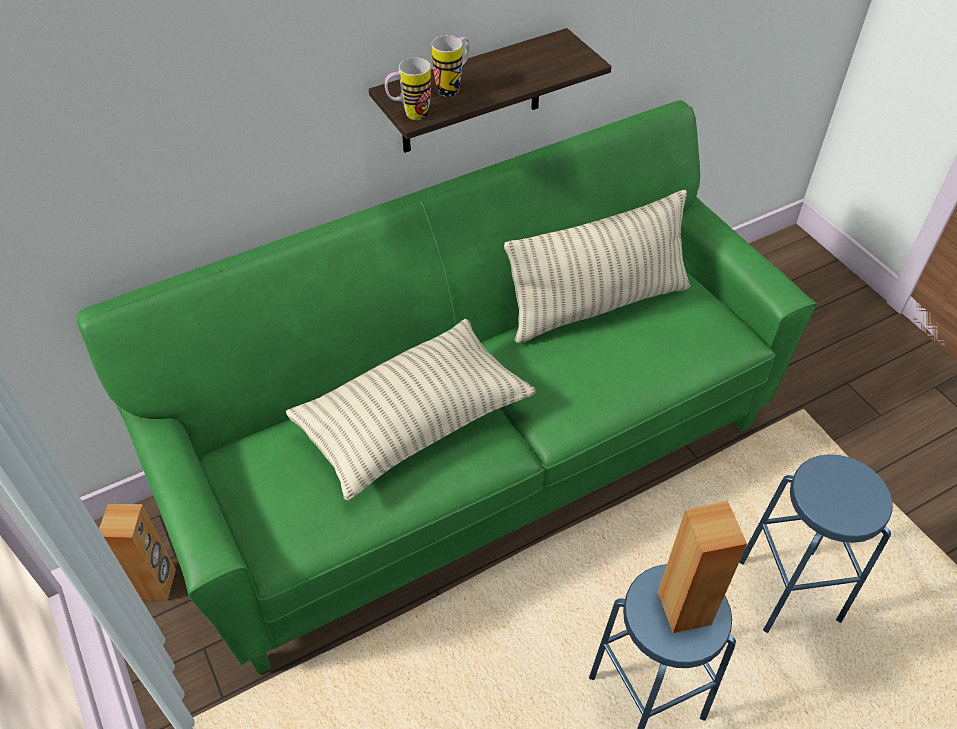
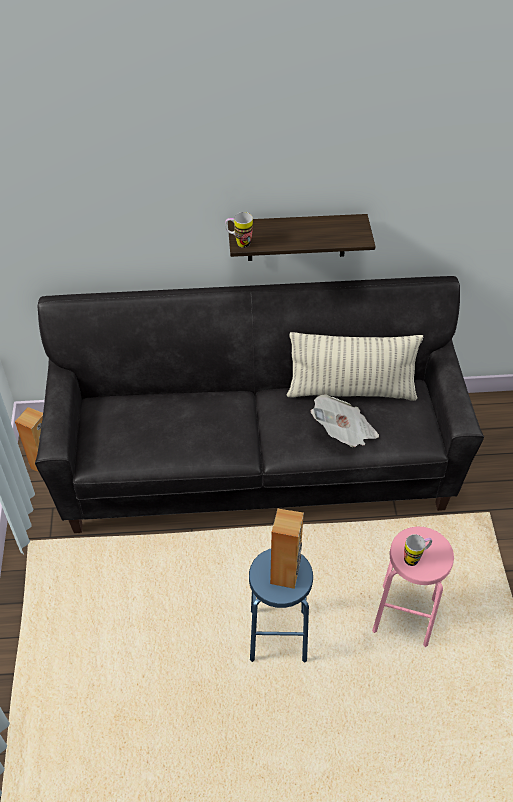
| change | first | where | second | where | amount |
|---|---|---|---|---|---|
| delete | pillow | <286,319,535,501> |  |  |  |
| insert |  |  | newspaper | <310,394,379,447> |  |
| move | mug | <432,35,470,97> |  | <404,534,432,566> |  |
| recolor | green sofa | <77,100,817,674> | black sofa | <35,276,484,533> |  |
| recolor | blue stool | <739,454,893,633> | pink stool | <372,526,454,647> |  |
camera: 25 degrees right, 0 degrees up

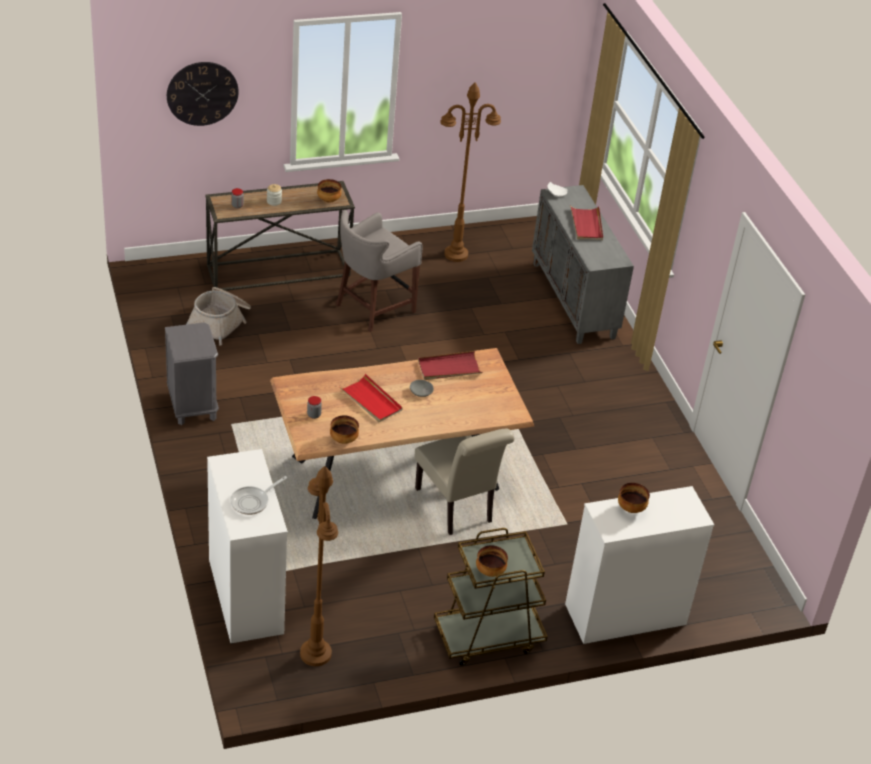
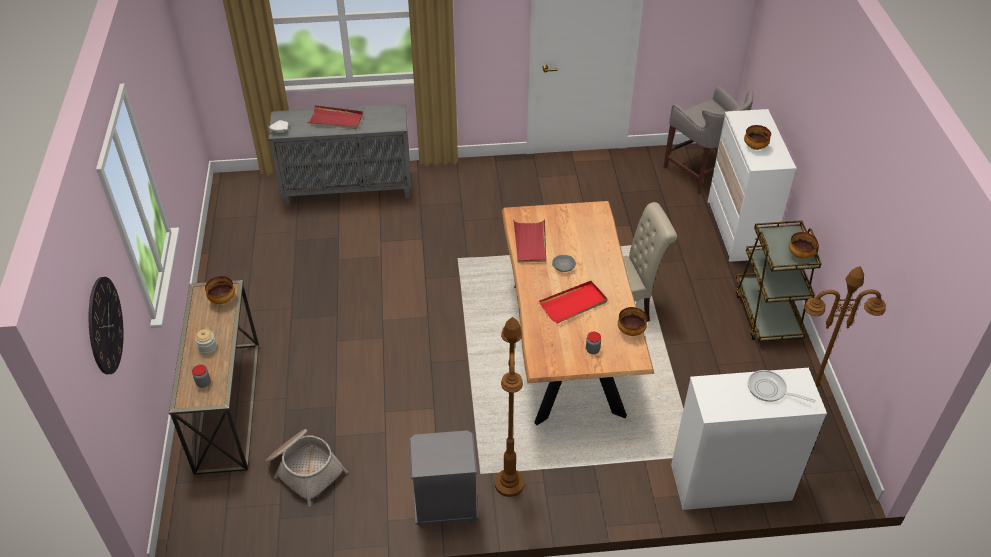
| change | first | where | second | where | amount |
|---|---|---|---|---|---|
| move | grey stool | <336,210,422,332> |  | <663,86,753,195> |  |
| move | brown floor lamp | <440,82,501,262> |  | <495,317,525,497> |  |
| rotate | frying pan | <230,476,287,515> |  | <748,370,816,403> | 150 degrees clockwise |
camera: 75 degrees left, 5 degrees up

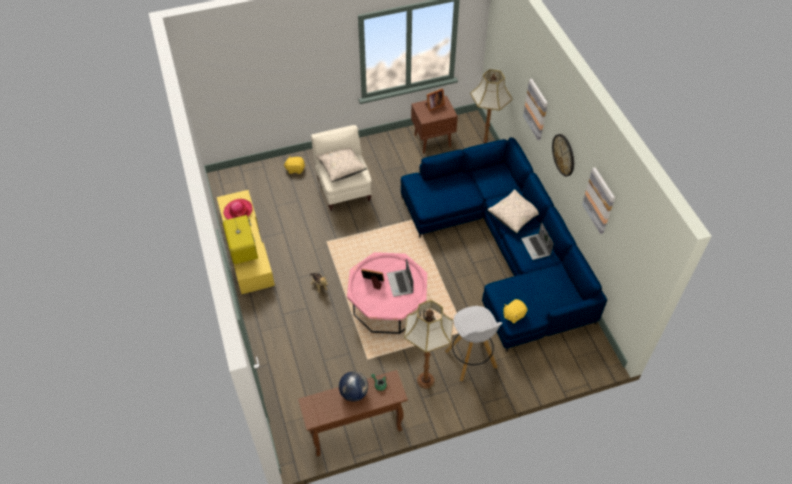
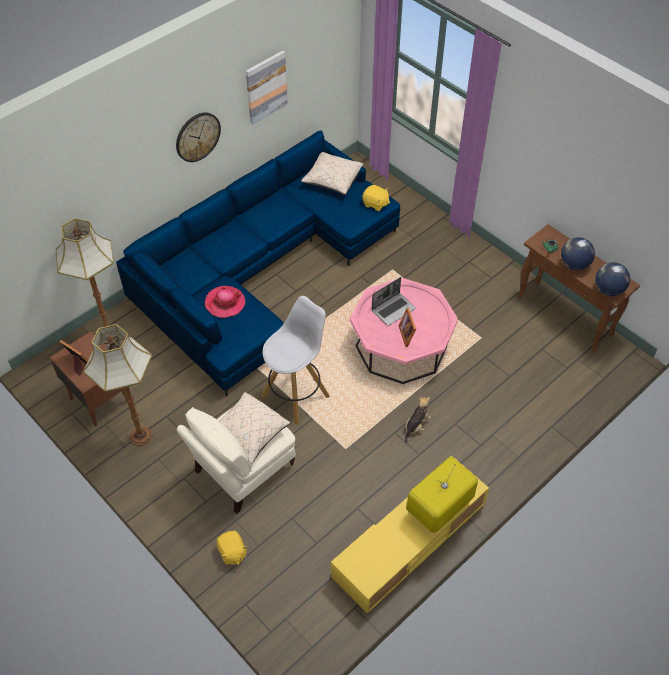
| change | first | where | second | where | amount |
|---|---|---|---|---|---|
| delete | laptop | <521,222,554,260> |  |  |  |
| delete | picture | <523,79,548,140> |  |  |  |
| insert |  |  | globe | <595,262,630,296> |  |
| move | hat | <223,199,252,219> |  | <205,286,246,318> |  |
| move | floor lamp | <404,300,454,388> |  | <83,324,152,446> |  |
| move | white stool | <445,306,502,381> |  | <261,296,330,425> |  |
| move | beige pillow | <488,189,539,233> |  | <301,152,364,195> |  |
camera: 115 degrees left, 0 degrees up

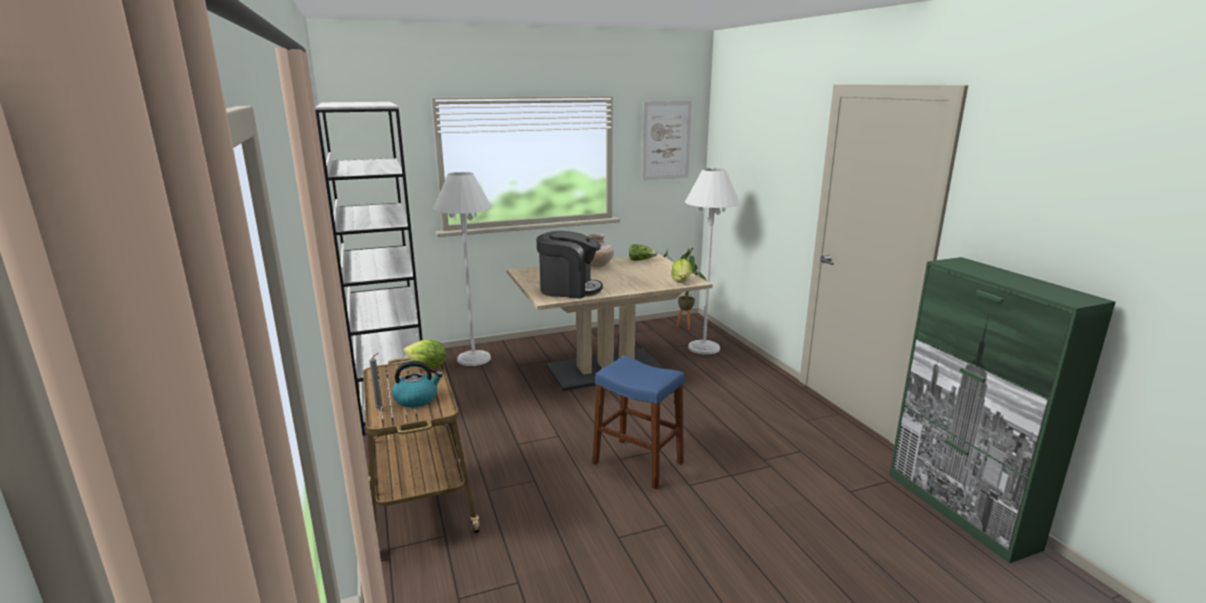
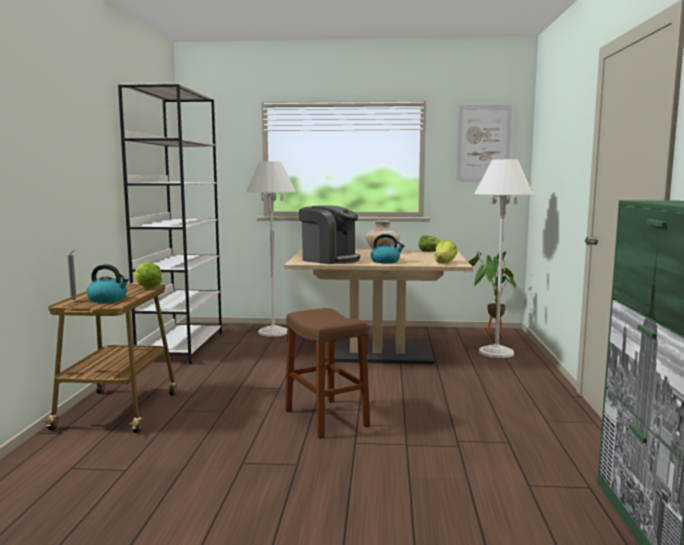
| change | first | where | second | where | amount |
|---|---|---|---|---|---|
| insert |  |  | kettle | <371,234,405,263> |  |
| recolor | blue stool | <593,356,685,489> | brown stool | <285,308,370,439> |  |
camera: 25 degrees right, 10 degrees down

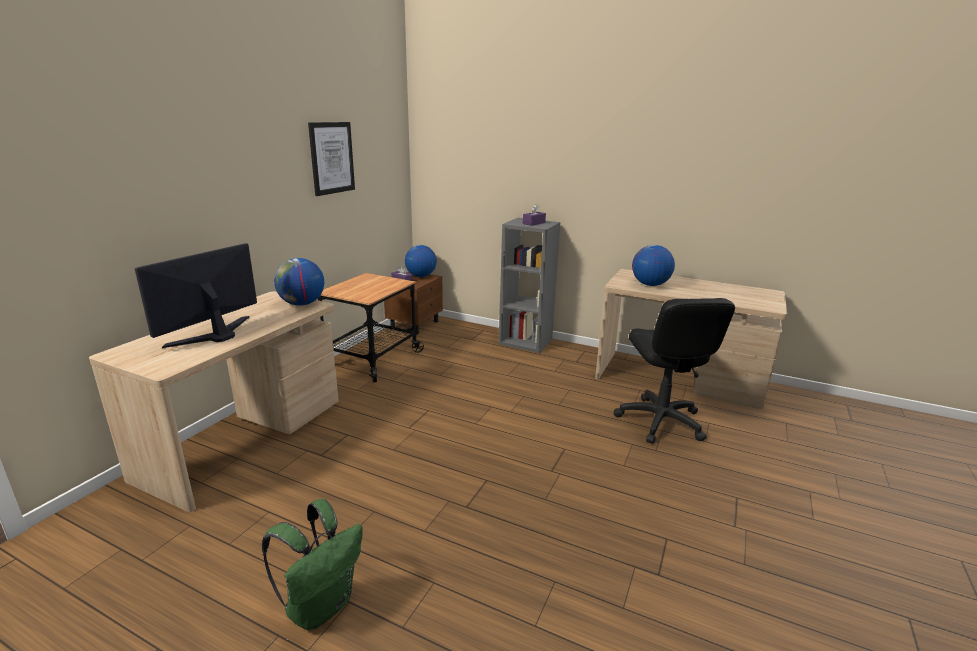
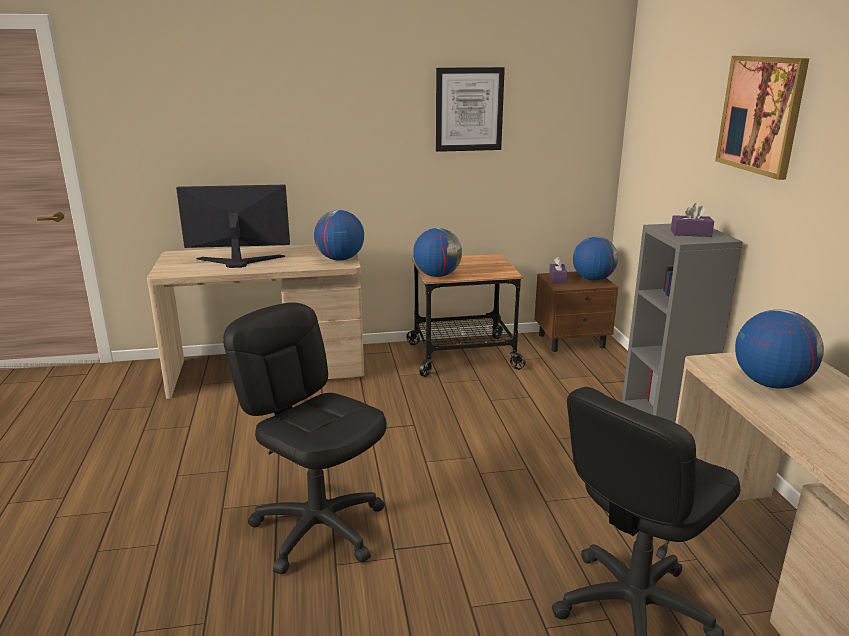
| change | first | where | second | where | amount |
|---|---|---|---|---|---|
| delete | green backpack | <262,499,363,630> |  |  |  |
| insert |  |  | black office chair | <223,303,387,575> |  |
| insert |  |  | globe | <413,228,462,277> |  |
| insert |  |  | picture | <715,56,809,180> |  |
camera: 55 degrees right, 0 degrees up

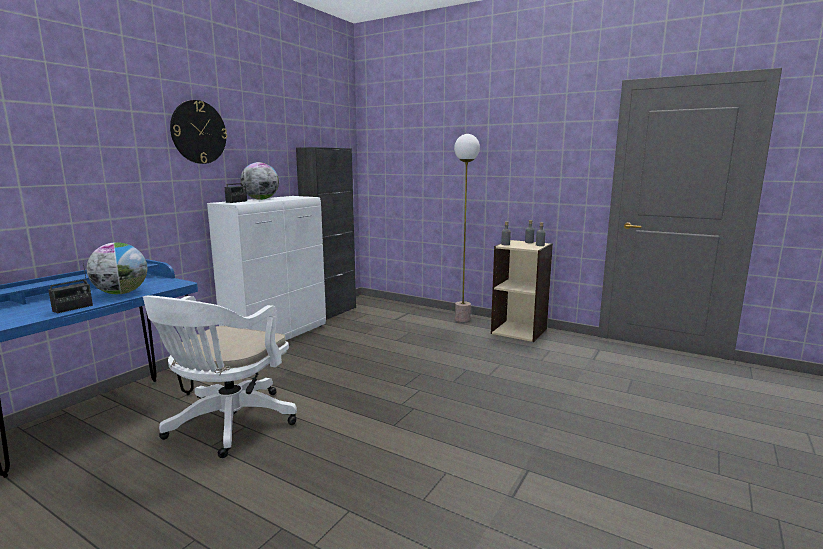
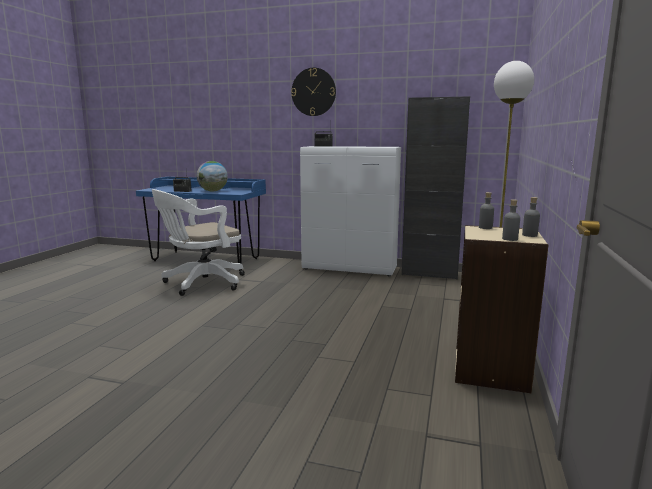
| change | first | where | second | where | amount |
|---|---|---|---|---|---|
| delete | globe | <240,162,279,200> |  |  |  |
| rotate | white office chair | <143,295,297,458> |  | <152,189,245,296> | 45 degrees counterclockwise |
camera: 75 degrees right, 0 degrees up

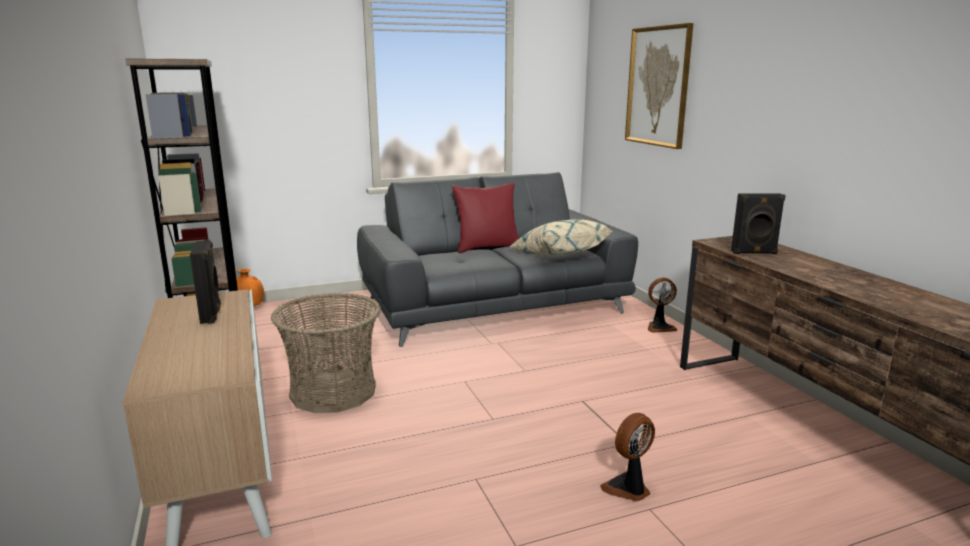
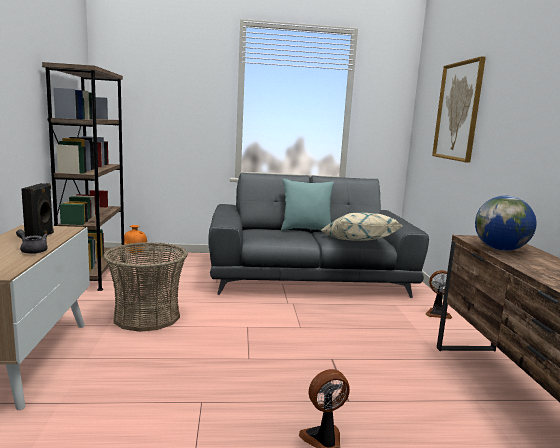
| change | first | where | second | where | amount |
|---|---|---|---|---|---|
| insert |  |  | grey teapot | <16,229,48,254> |  |
| replace | black speaker | <731,194,786,254> | globe | <475,196,536,251> |  |
| recolor | red pillow | <452,183,519,253> | turquoise pillow | <281,179,334,231> |  |
camera: 15 degrees right, 5 degrees down

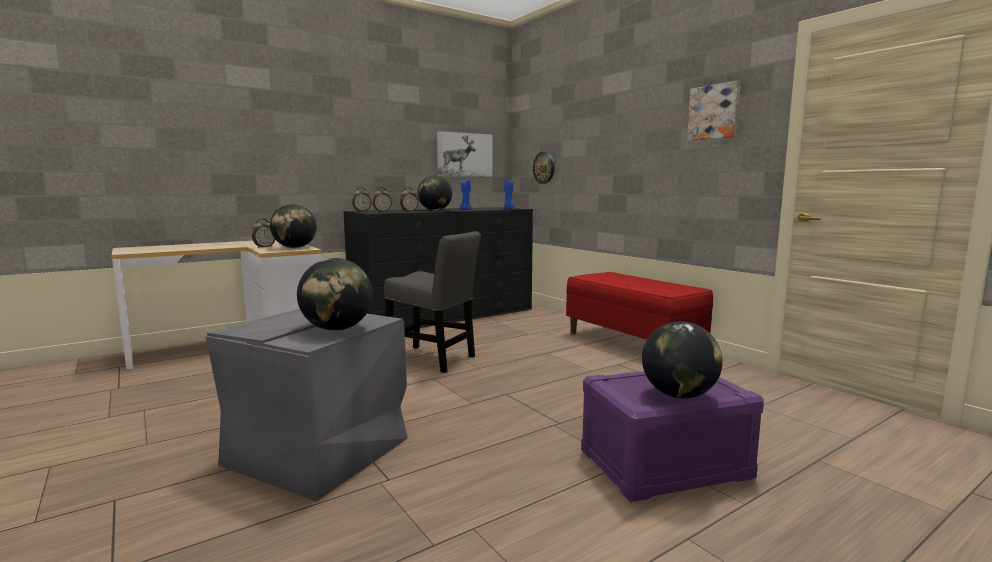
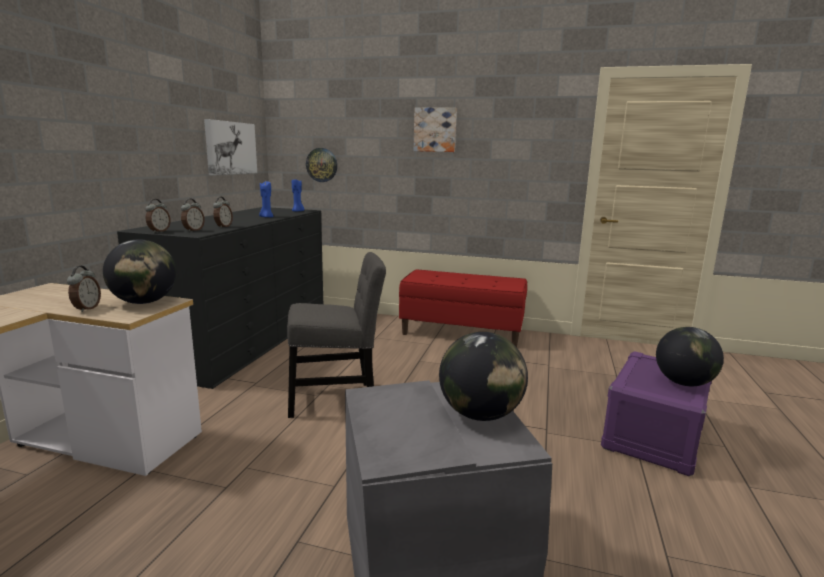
| change | first | where | second | where | amount |
|---|---|---|---|---|---|
| delete | globe | <417,176,452,211> |  |  |  |
| move | picture | <687,81,741,141> |  | <414,107,457,152> |  |
camera: 40 degrees left, 5 degrees up

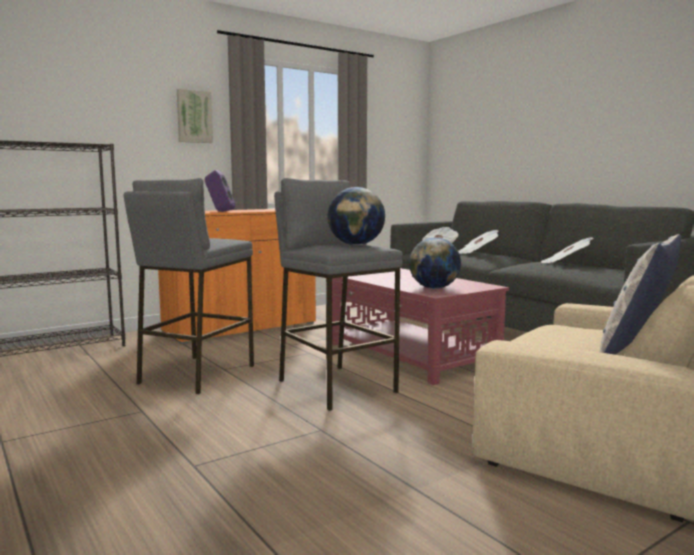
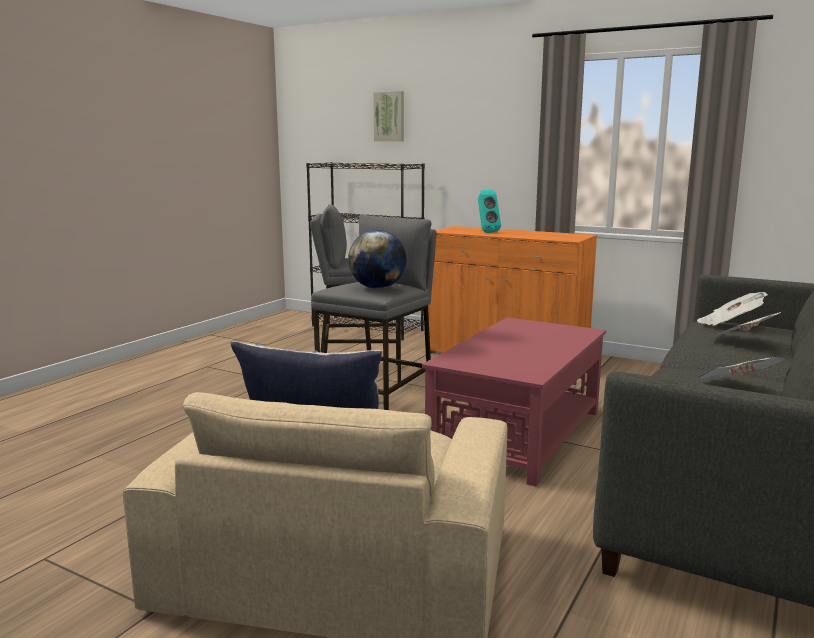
| change | first | where | second | where | amount |
|---|---|---|---|---|---|
| delete | globe | <409,237,461,289> |  |  |  |
| move | picture | <177,89,213,143> |  | <373,91,404,142> |  |
| recolor | purple speaker | <205,170,235,212> | turquoise speaker | <478,189,501,233> |  |
camera: 65 degrees right, 5 degrees up

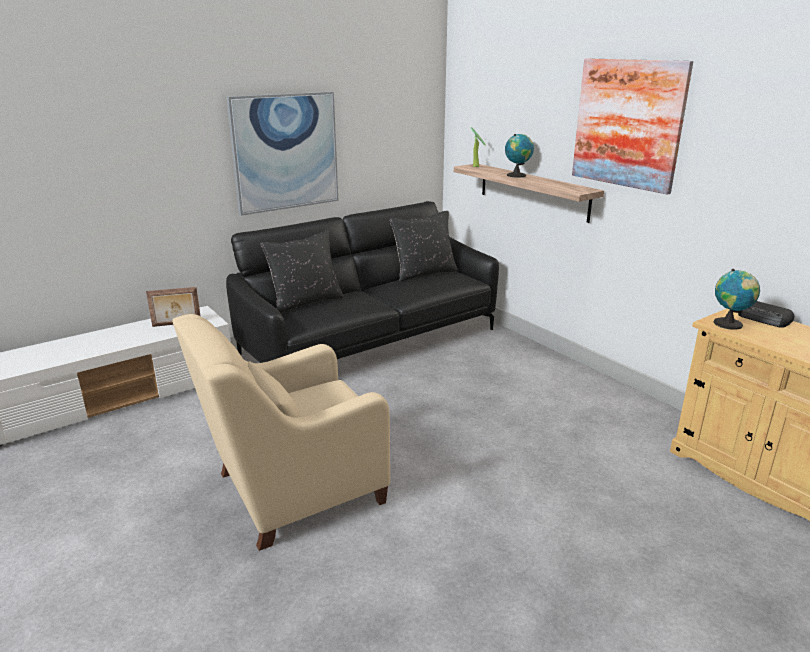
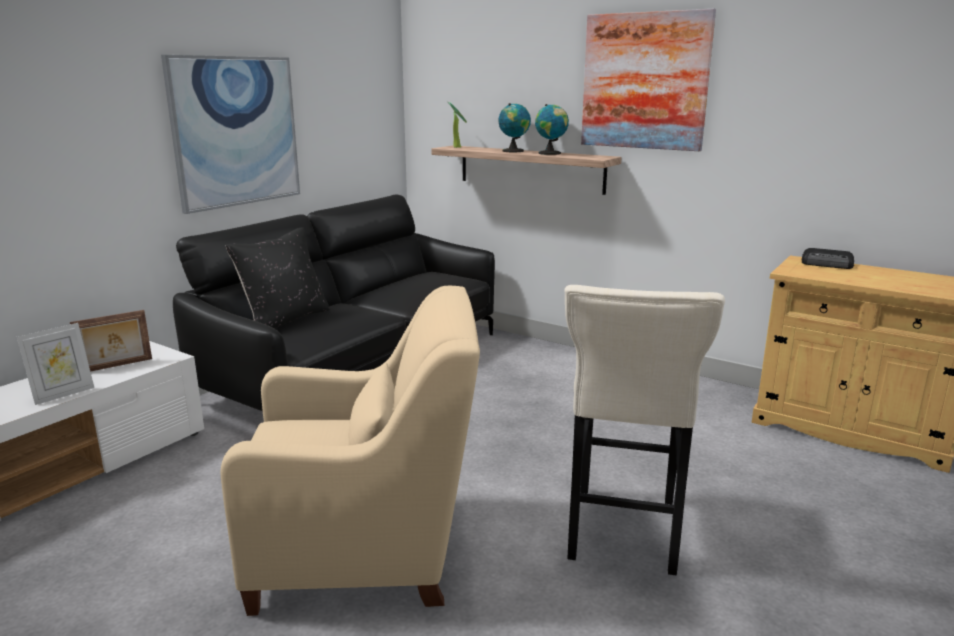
| change | first | where | second | where | amount |
|---|---|---|---|---|---|
| delete | black pillow | <390,211,458,281> |  |  |  |
| insert |  |  | picture frame | <17,323,94,405> |  |
| insert |  |  | beige stool | <564,285,725,576> |  |
| move | globe | <714,269,760,330> |  | <535,104,569,155> |  |
| rotate | beige armchair | <173,314,390,551> |  | <221,286,480,616> | 135 degrees counterclockwise |
camera: 20 degrees left, 5 degrees down

